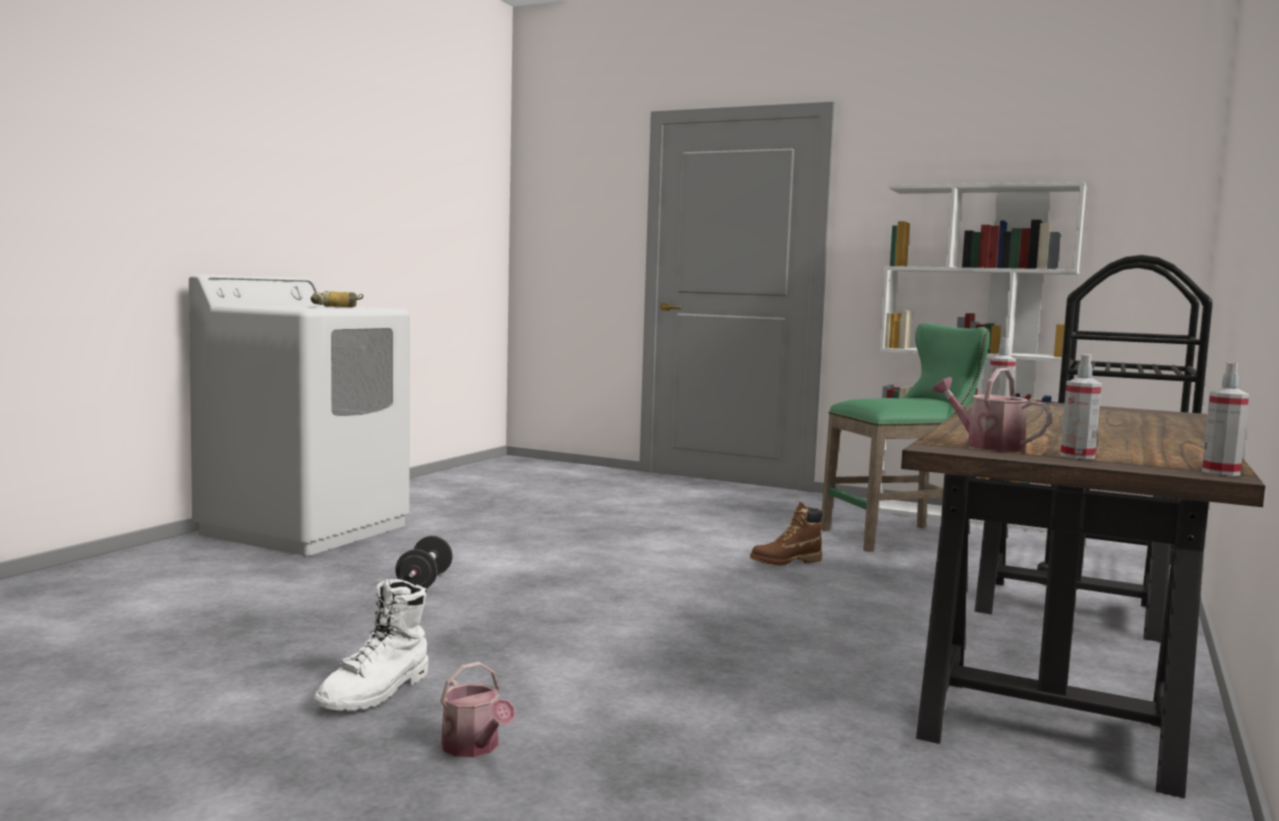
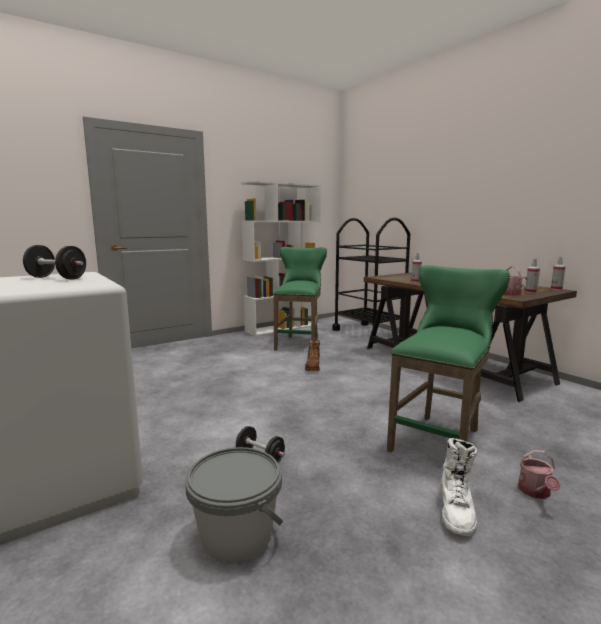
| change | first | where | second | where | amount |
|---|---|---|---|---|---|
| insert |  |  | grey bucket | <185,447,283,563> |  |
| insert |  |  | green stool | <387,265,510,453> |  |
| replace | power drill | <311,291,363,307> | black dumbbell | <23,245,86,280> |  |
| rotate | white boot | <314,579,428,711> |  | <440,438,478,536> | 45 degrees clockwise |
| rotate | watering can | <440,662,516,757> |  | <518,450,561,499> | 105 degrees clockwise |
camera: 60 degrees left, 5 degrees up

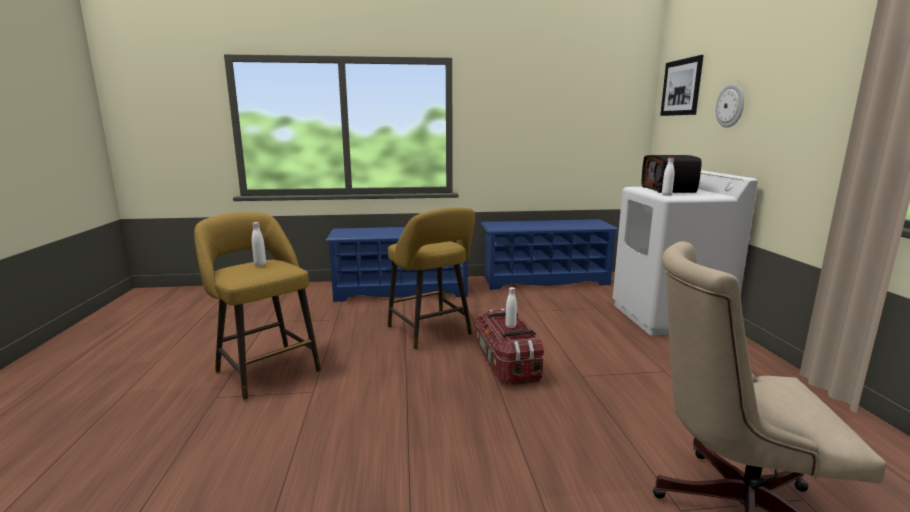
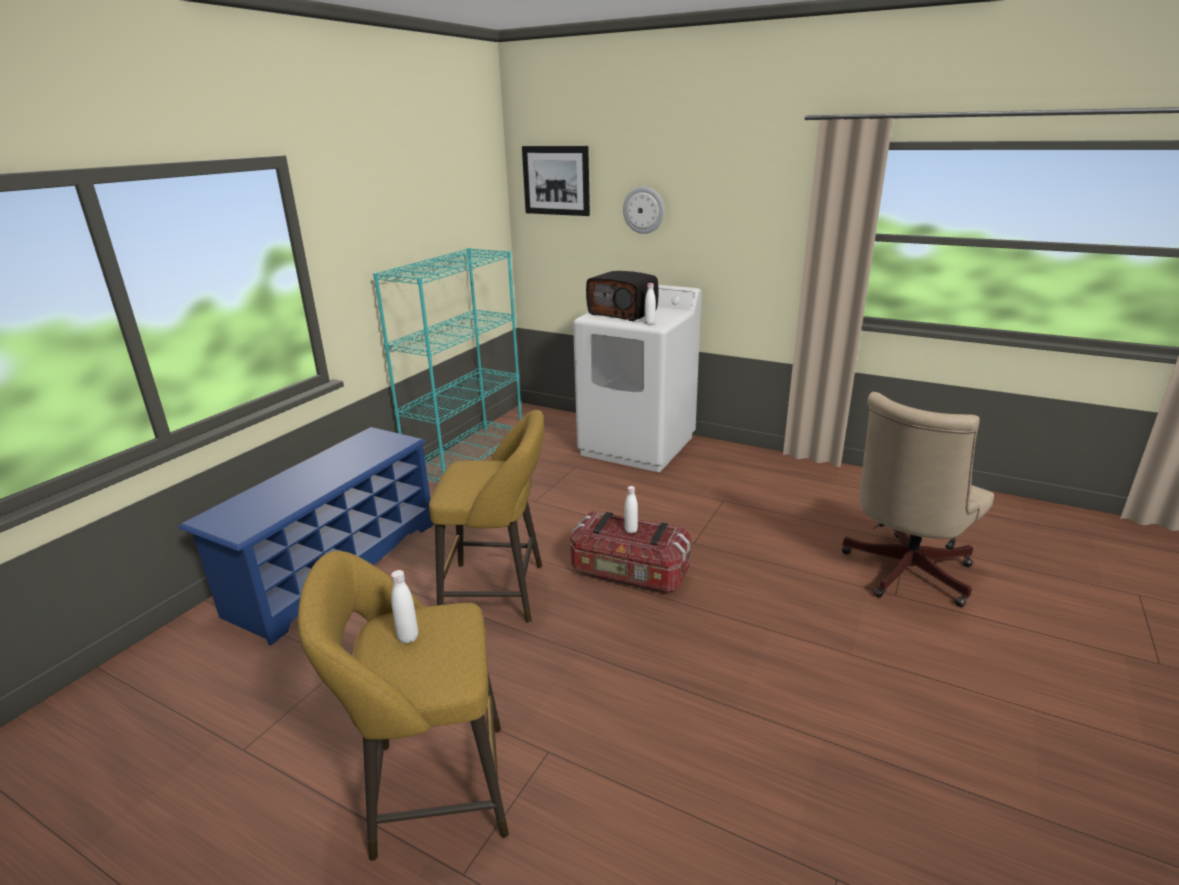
| change | first | where | second | where | amount |
|---|---|---|---|---|---|
| replace | blue shoe rack | <480,219,618,290> | turquoise bookcase | <373,248,522,483> |  |
camera: 55 degrees left, 10 degrees up

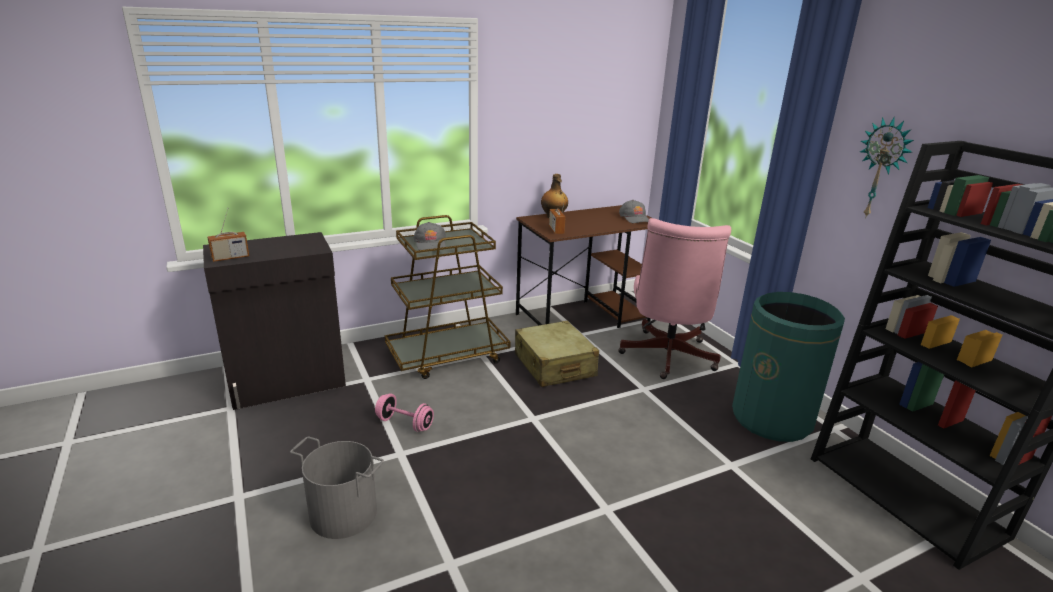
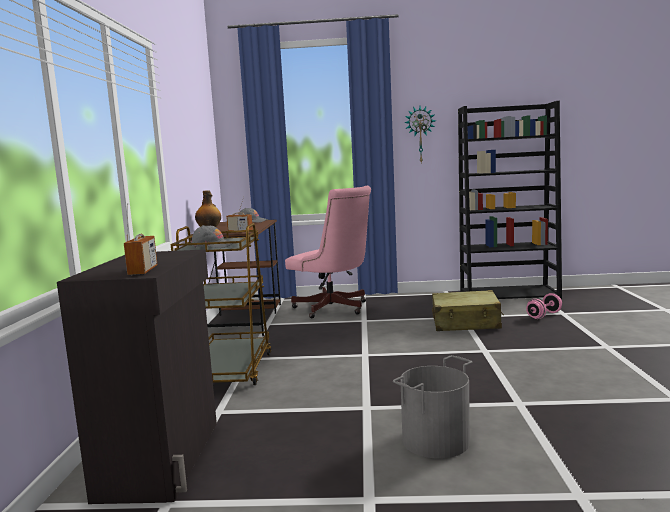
| change | first | where | second | where | amount |
|---|---|---|---|---|---|
| delete | green trash can | <732,292,845,442> |  |  |  |
| move | pink dumbbell | <375,393,434,432> |  | <526,293,562,319> |  |
| move | beige suitcase | <515,321,599,387> |  | <432,290,504,331> |  |
camera: 60 degrees left, 15 degrees down

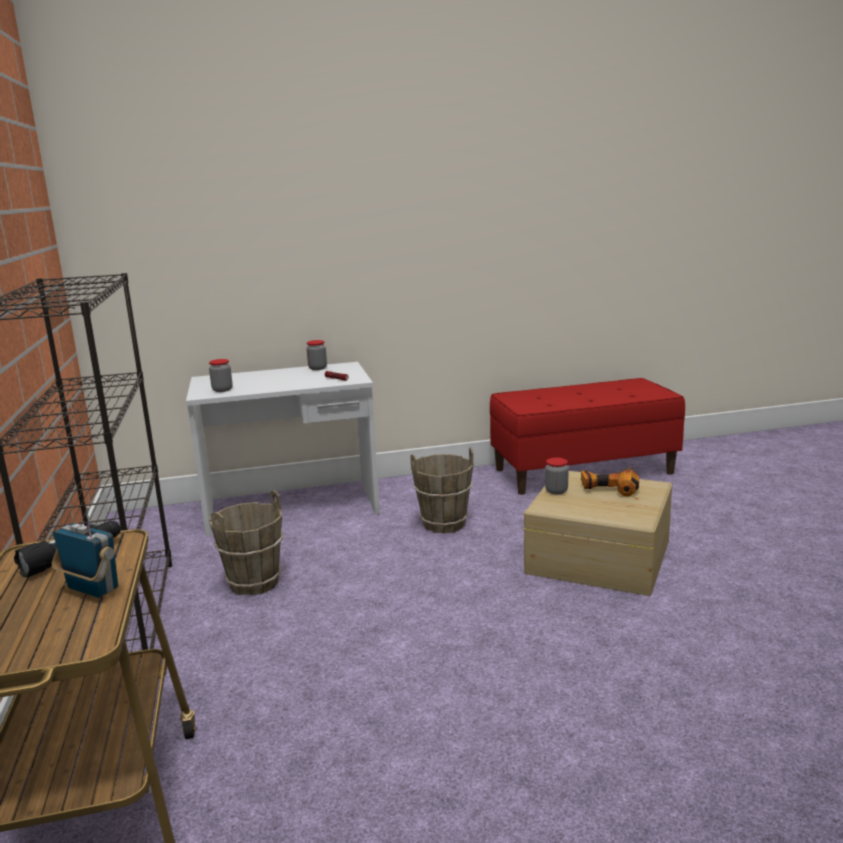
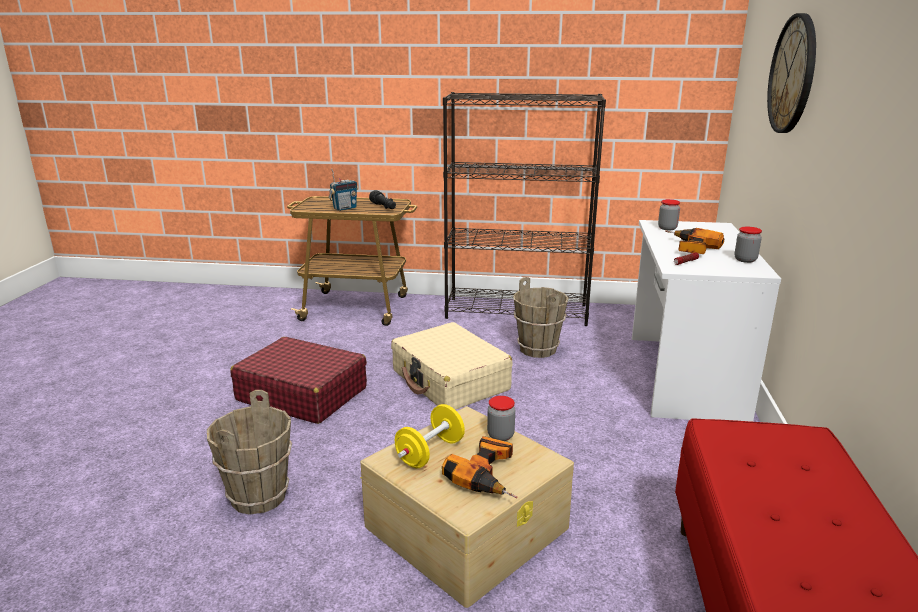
| change | first | where | second | where | amount |
|---|---|---|---|---|---|
| insert |  |  | red suitcase | <230,337,367,424> |  |
| insert |  |  | beige suitcase | <391,322,513,410> |  |
| insert |  |  | yellow dumbbell | <395,404,465,468> |  |
| insert |  |  | power drill | <665,228,724,254> |  |
| insert |  |  | wall clock | <767,13,816,133> |  |
| move | brown bucket | <410,448,473,533> |  | <207,390,292,515> |  |
camera: 110 degrees right, 5 degrees up

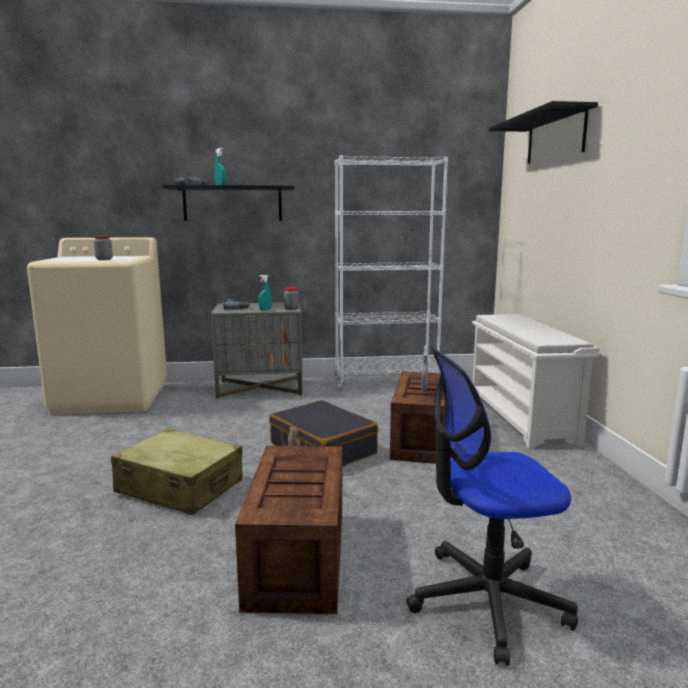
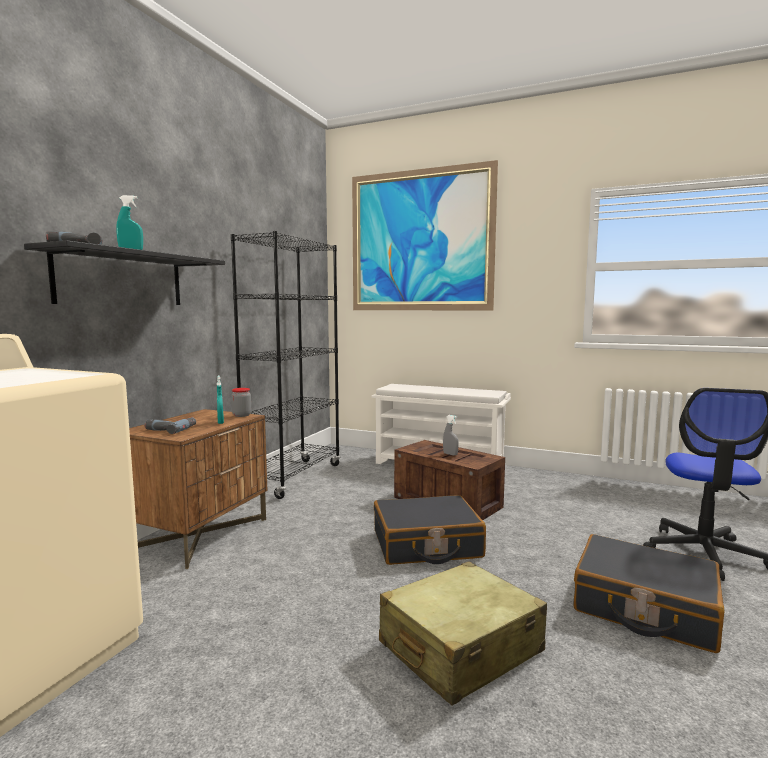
| change | first | where | second | where | amount |
|---|---|---|---|---|---|
| delete | jar | <94,235,113,260> |  |  |  |
| replace | crate | <235,446,342,614> | black suitcase | <574,534,724,653> |  |
| replace | black shelf | <489,101,598,164> | picture | <352,160,498,310> |  |
| recolor | grey nightstand | <211,303,302,399> | brown nightstand | <129,409,267,569> |  |
| recolor | white bookcase | <335,155,448,390> | black bookcase | <231,231,340,499> |  |
camera: 60 degrees left, 5 degrees down

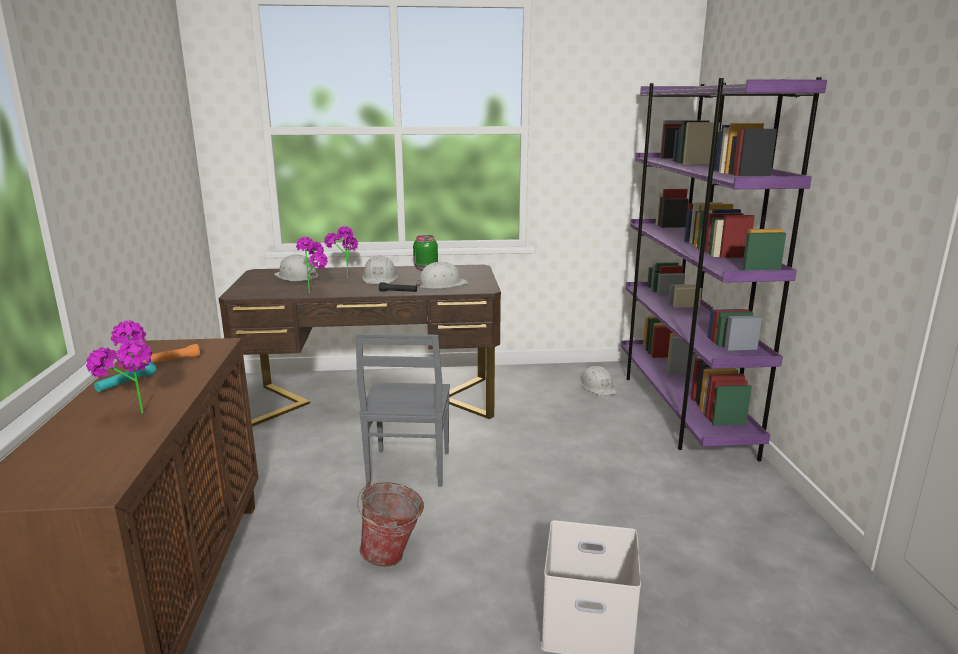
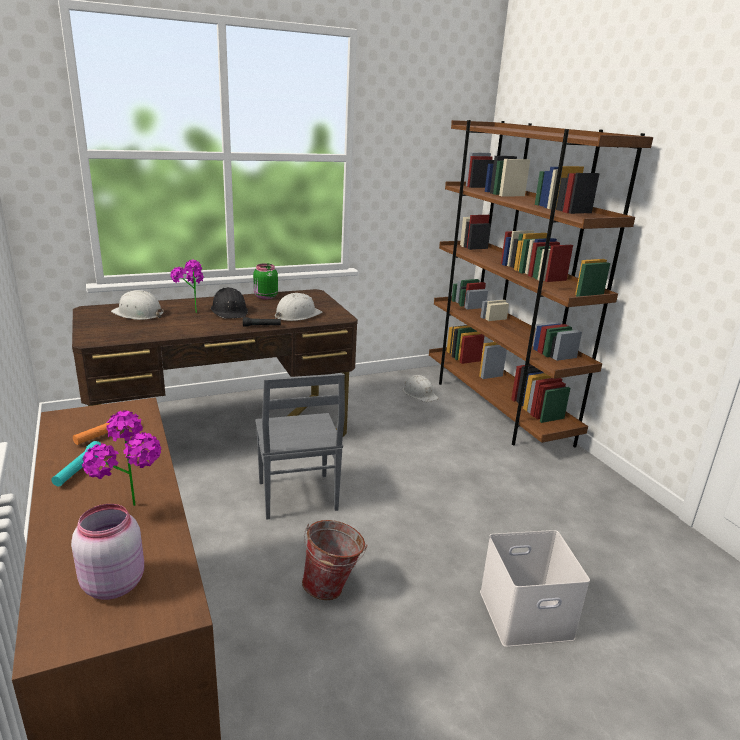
| change | first | where | second | where | amount |
|---|---|---|---|---|---|
| delete | potted plant | <296,237,328,294> |  |  |  |
| insert |  |  | pink jar | <71,504,144,600> |  |
| recolor | white hard hat | <362,255,398,284> | black hard hat | <211,287,248,319> |  |
| recolor | purple bookcase | <621,77,827,461> | brown bookcase | <429,120,653,447> |  |
camera: 20 degrees left, 5 degrees up

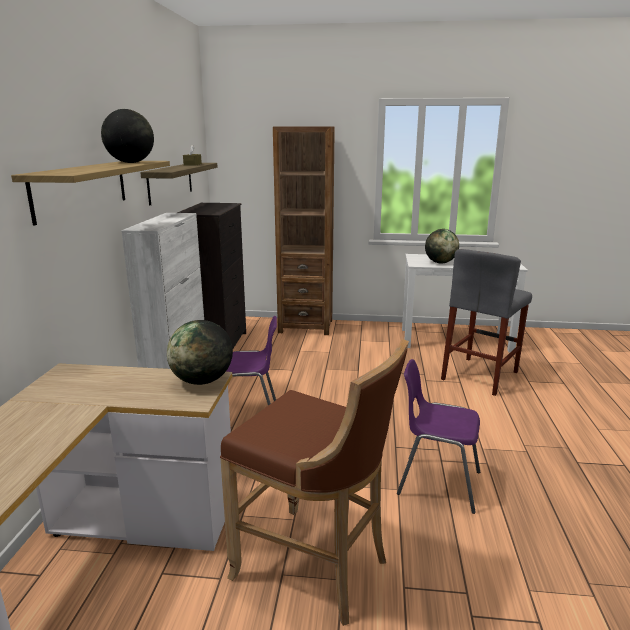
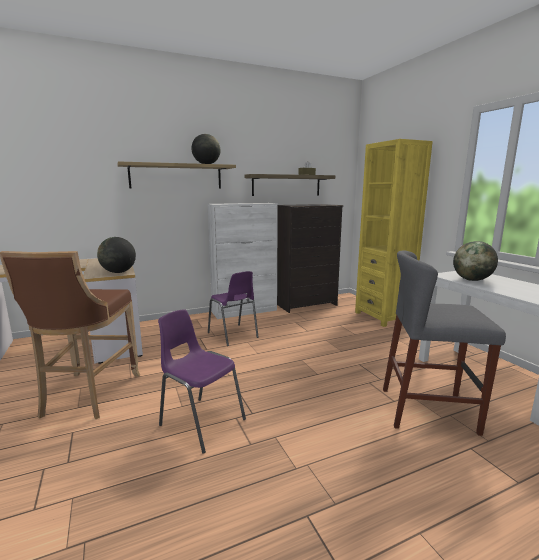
| change | first | where | second | where | amount |
|---|---|---|---|---|---|
| recolor | brown bookcase | <273,126,335,335> | yellow bookcase | <355,139,433,327> |  |
| rotate | purple chair | <397,359,480,514> |  | <158,309,246,454> | 45 degrees counterclockwise |
camera: 60 degrees right, 5 degrees down

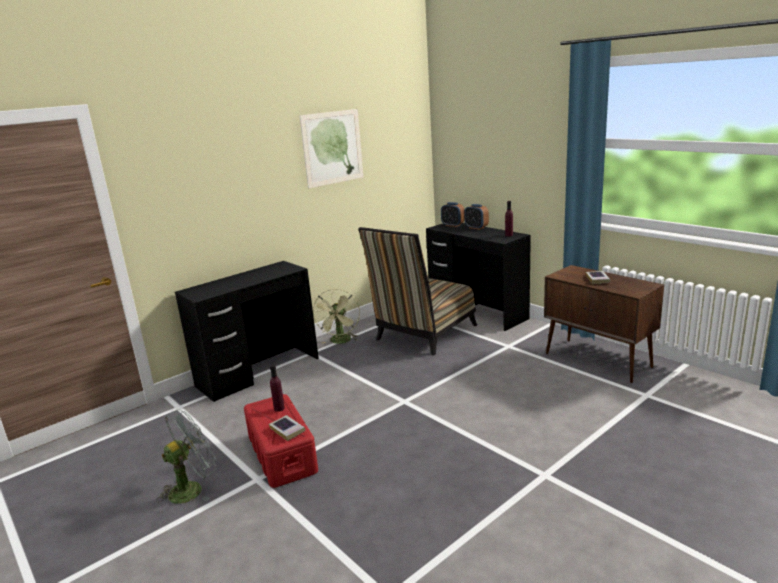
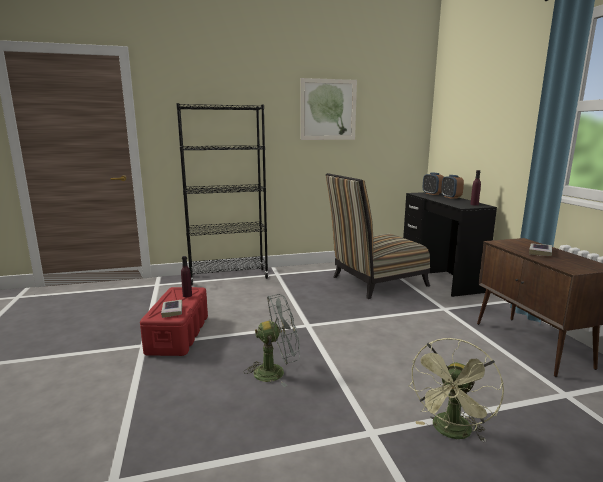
| change | first | where | second | where | amount |
|---|---|---|---|---|---|
| move | grey fan | <156,409,216,504> |  | <244,294,300,387> |  |
| move | green fan | <312,289,360,344> |  | <409,338,504,442> |  |
| replace | black desk | <175,261,319,402> | black bookcase | <176,103,269,286> |  |
camera: 25 degrees right, 5 degrees down

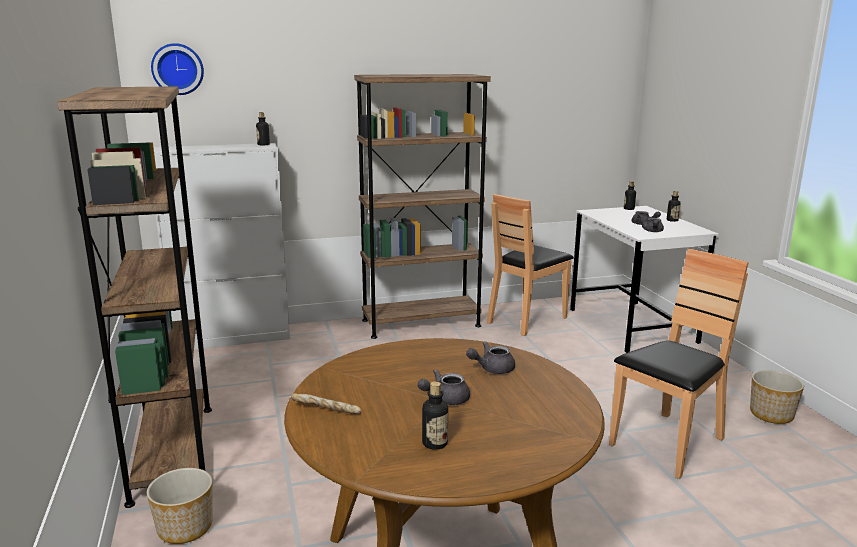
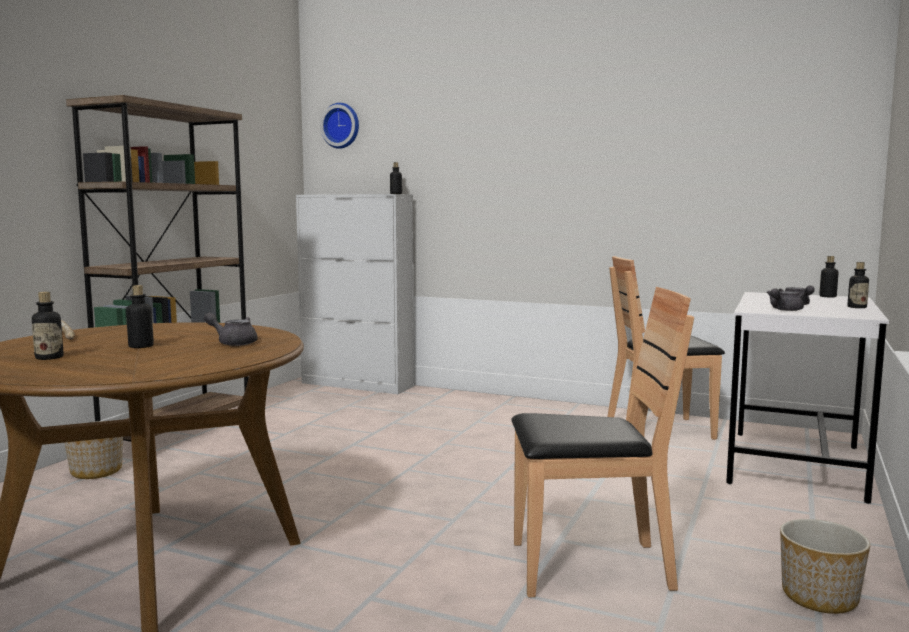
| change | first | where | second | where | amount |
|---|---|---|---|---|---|
| delete | brown bookcase | <354,74,491,339> |  |  |  |
| replace | grey teapot | <418,369,470,405> | bottle | <126,285,154,348> |  |
camera: 40 degrees right, 10 degrees down

